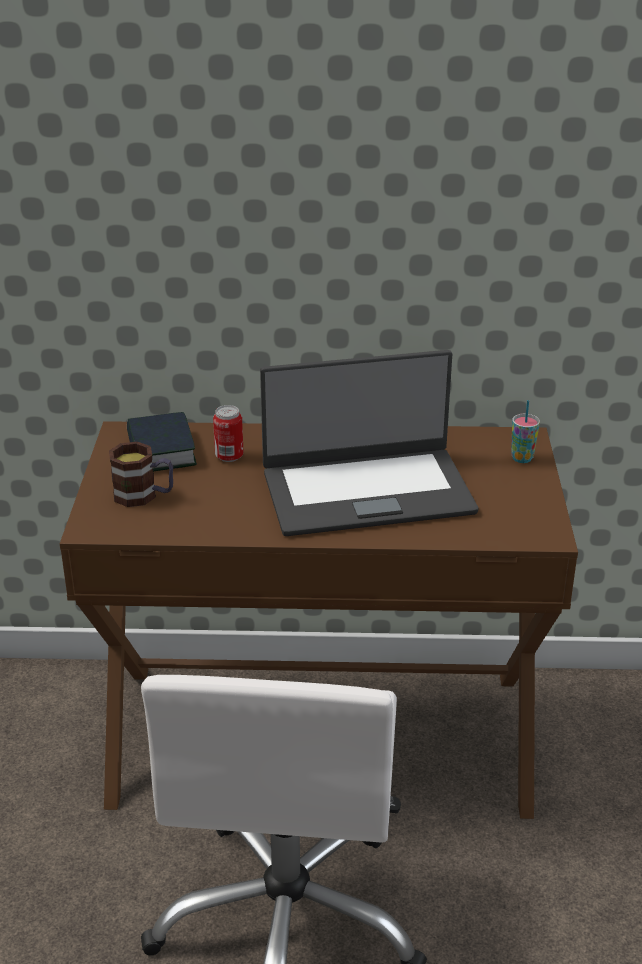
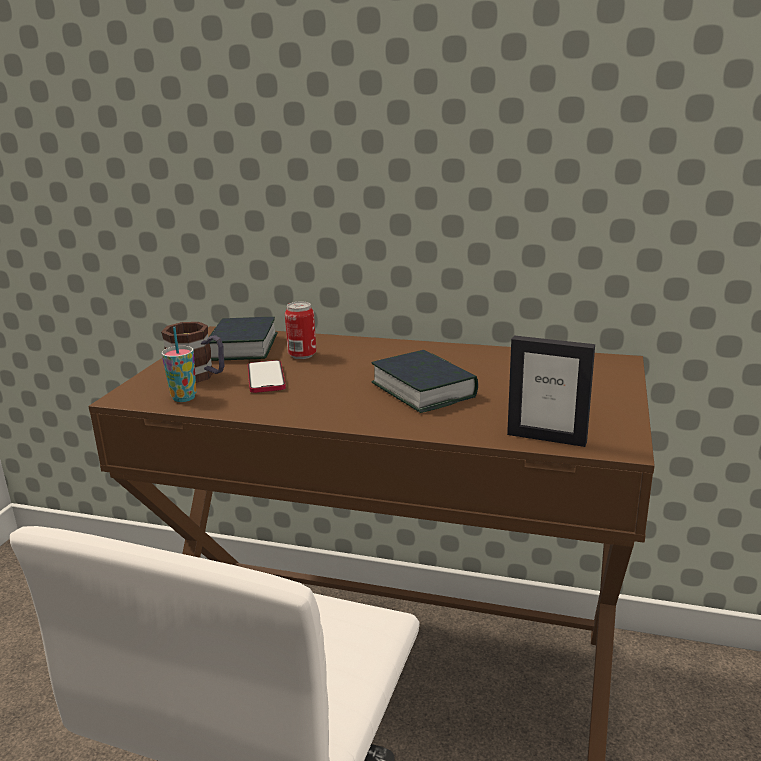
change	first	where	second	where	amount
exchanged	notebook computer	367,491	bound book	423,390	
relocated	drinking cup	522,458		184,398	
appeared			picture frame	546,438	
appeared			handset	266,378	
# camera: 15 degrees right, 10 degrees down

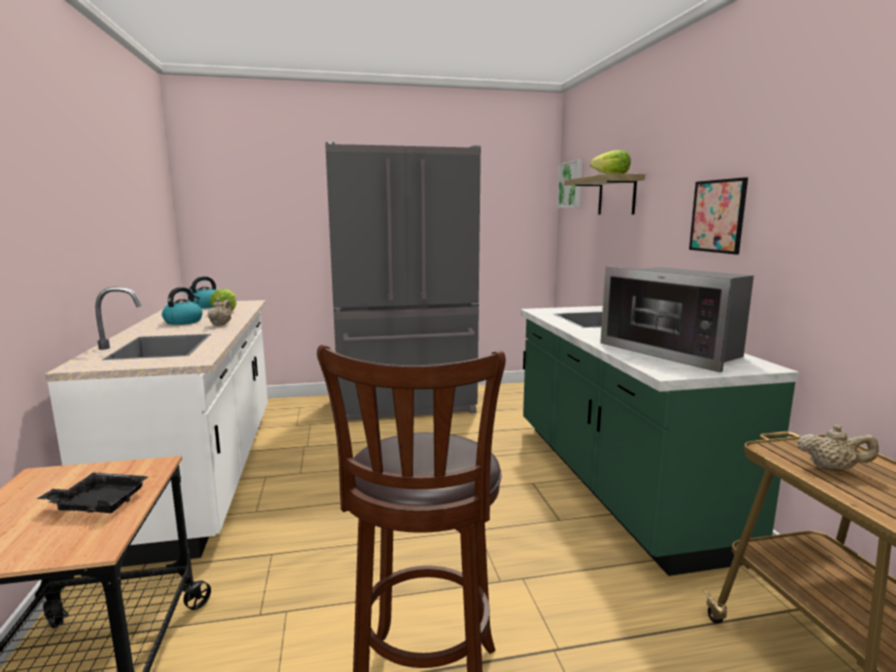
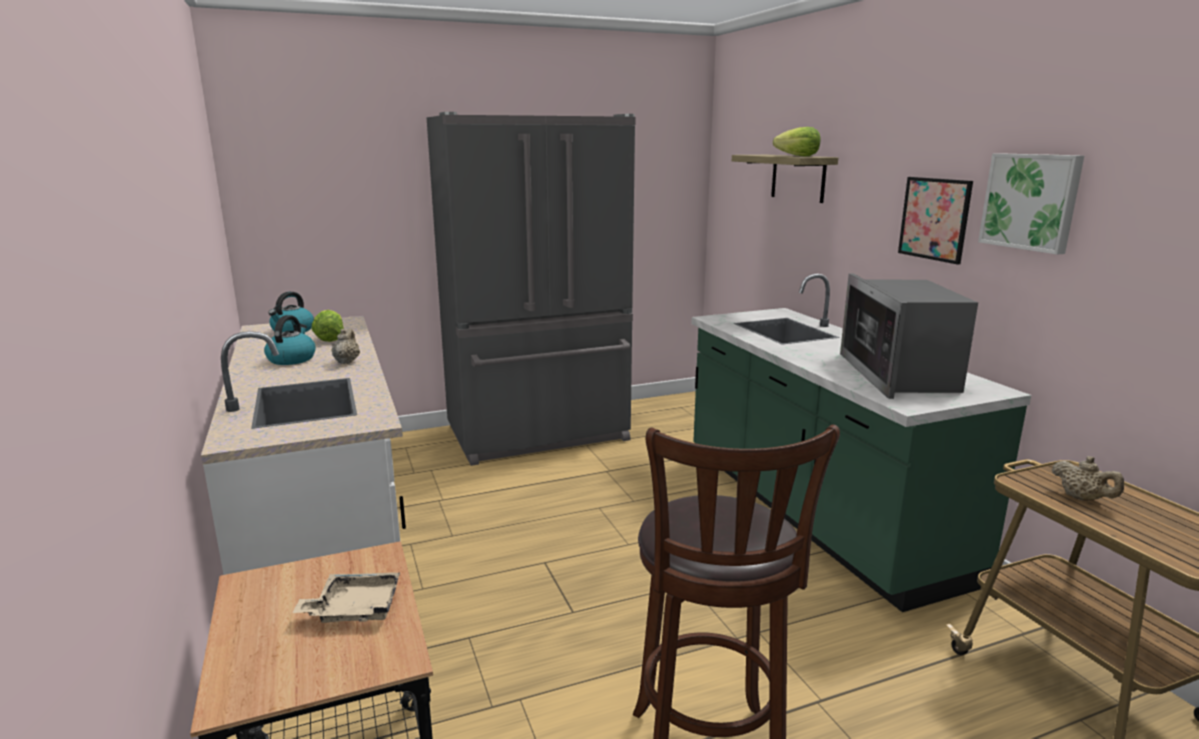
change	first	where	second	where	amount
relocated	wall picture	571,185		1031,201	
spun	kitchen microwave	674,351		898,374	45 degrees clockwise
spun	teapot in sand-coloured	832,469		1082,498	45 degrees clockwise
colour	carrying tray in black-coloured	98,503	carrying tray in sand-coloured	354,609	
# camera: 10 degrees left, 5 degrees up

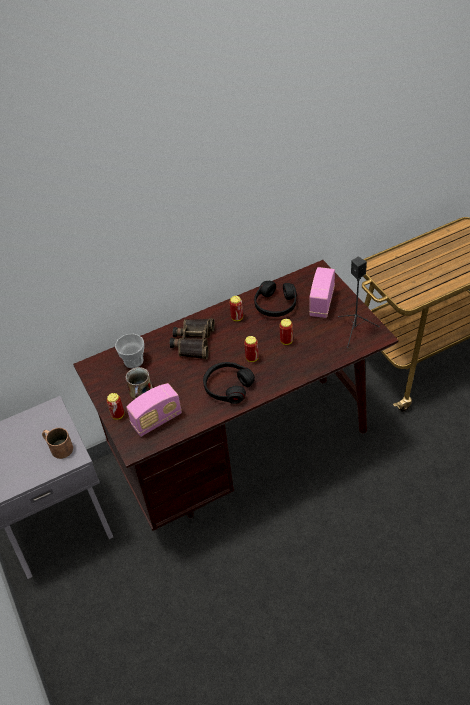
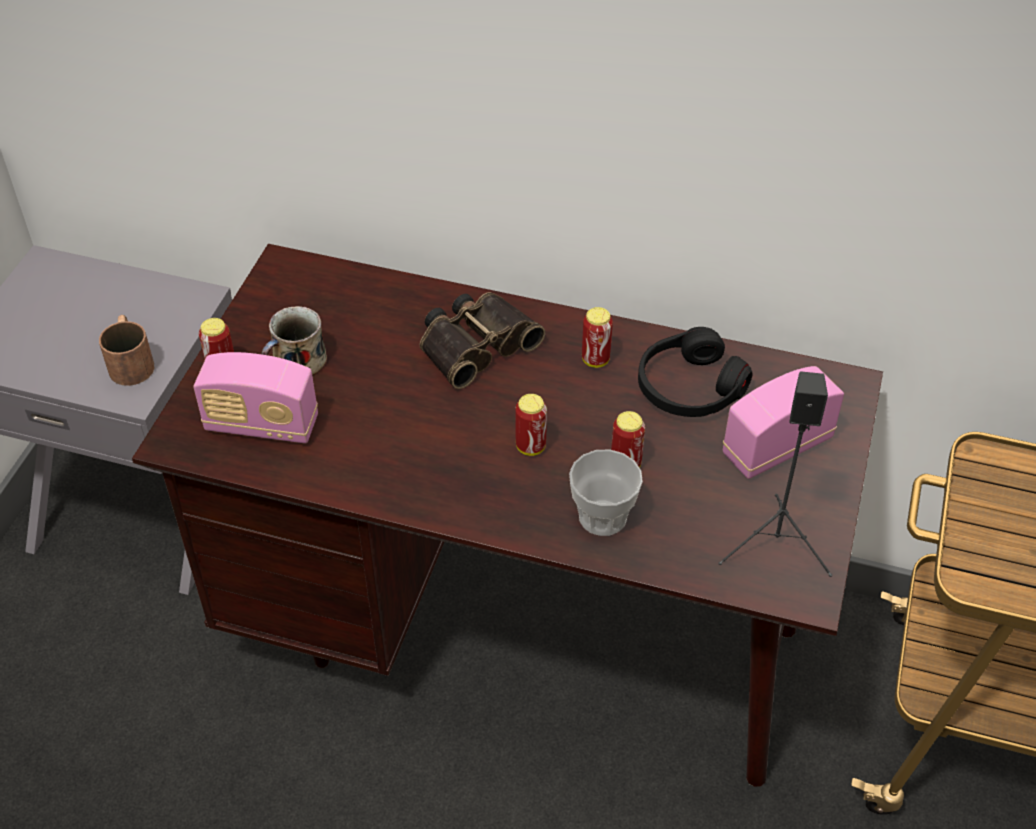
change	first	where	second	where	amount
relocated	drinking cup	133,361		602,516	
missing	headphones in black-coloured	228,387			
# camera: 40 degrees right, 0 degrees up

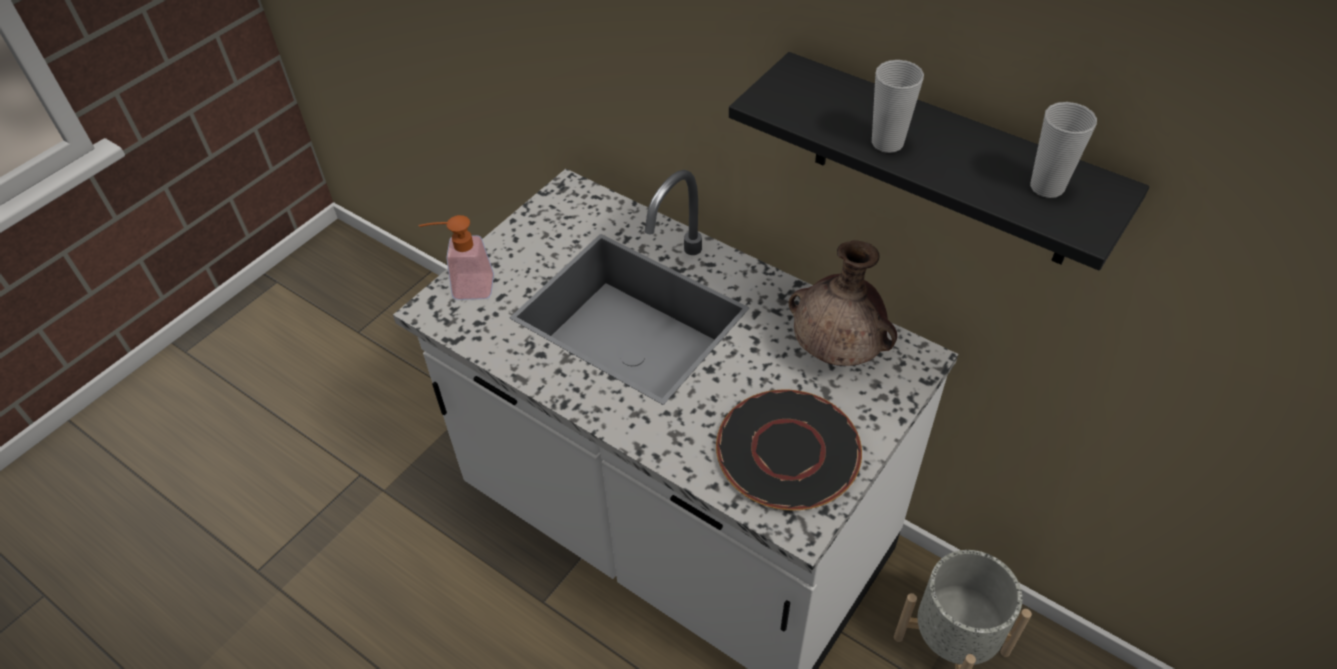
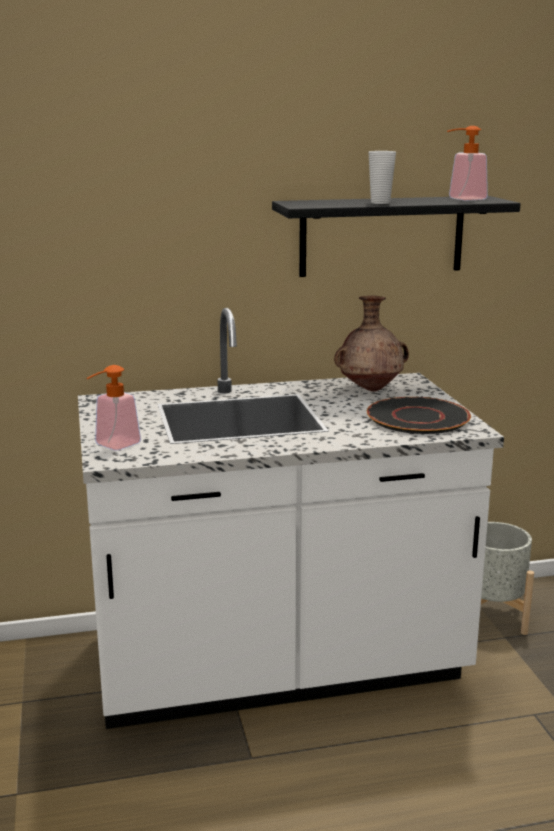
change	first	where	second	where	amount
exchanged	drinking cup	1047,187	liquid soap bottle	462,199	
# camera: 50 degrees left, 30 degrees down

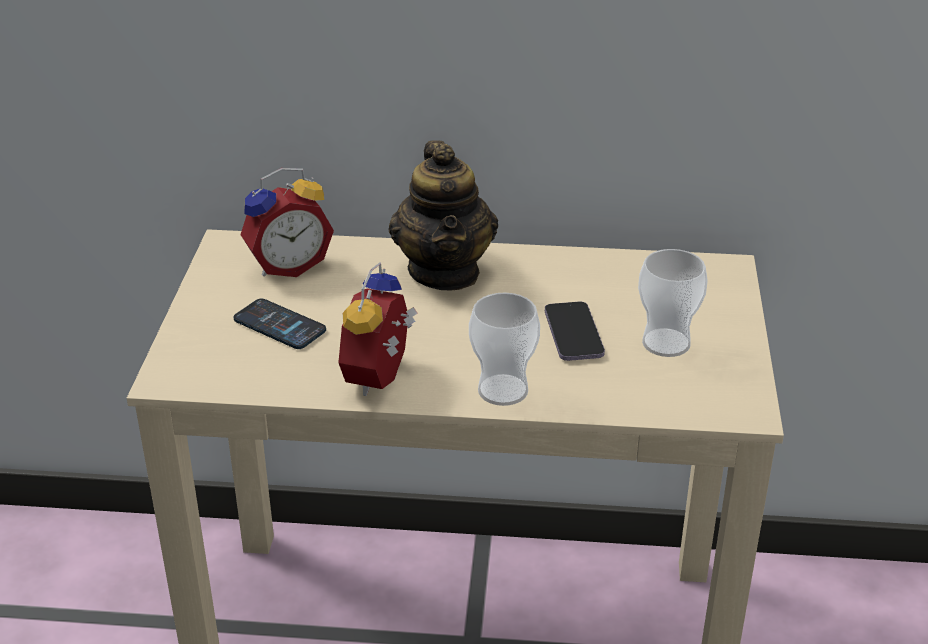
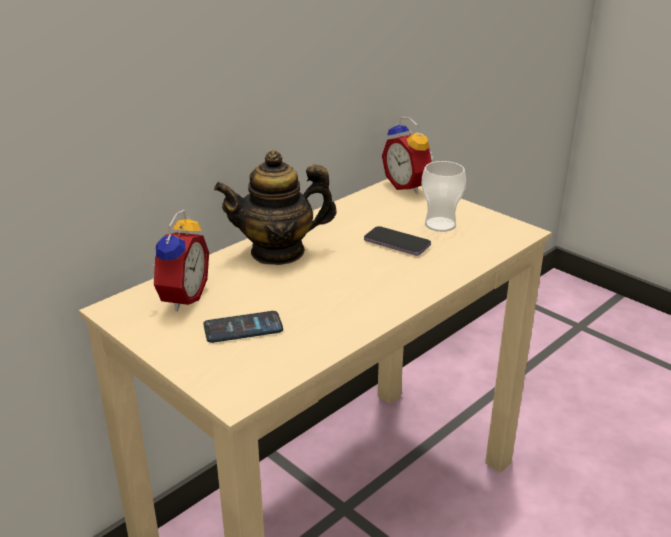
change	first	where	second	where	amount
spun	teapot	445,272		278,252	135 degrees clockwise
relocated	bedside clock	383,378		409,186	
missing	drinking cup	503,390			
# camera: 50 degrees left, 5 degrees down

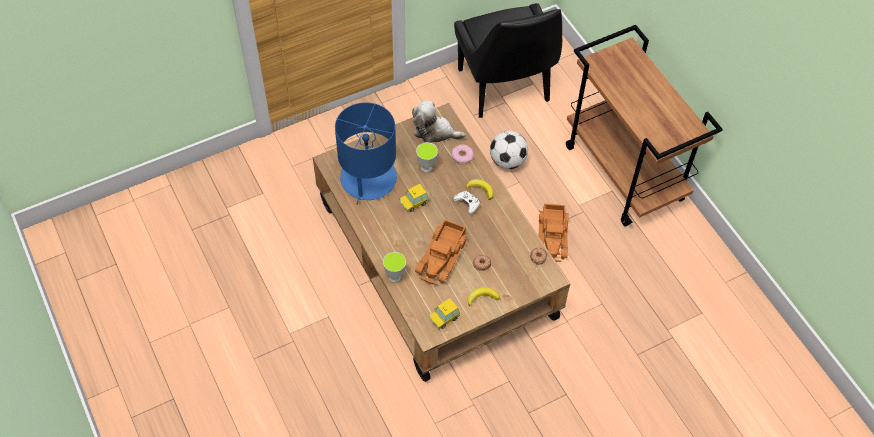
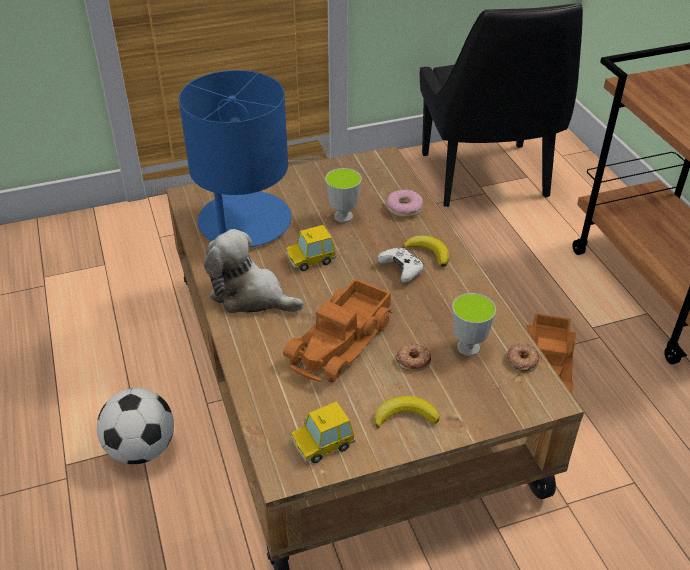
change	first	where	second	where	amount
relocated	cuddly toy	435,131		250,295	
relocated	ball for football	507,161		141,449	
relocated	drinking cup	395,277		468,347	
# camera: 10 degrees right, 15 degrees down

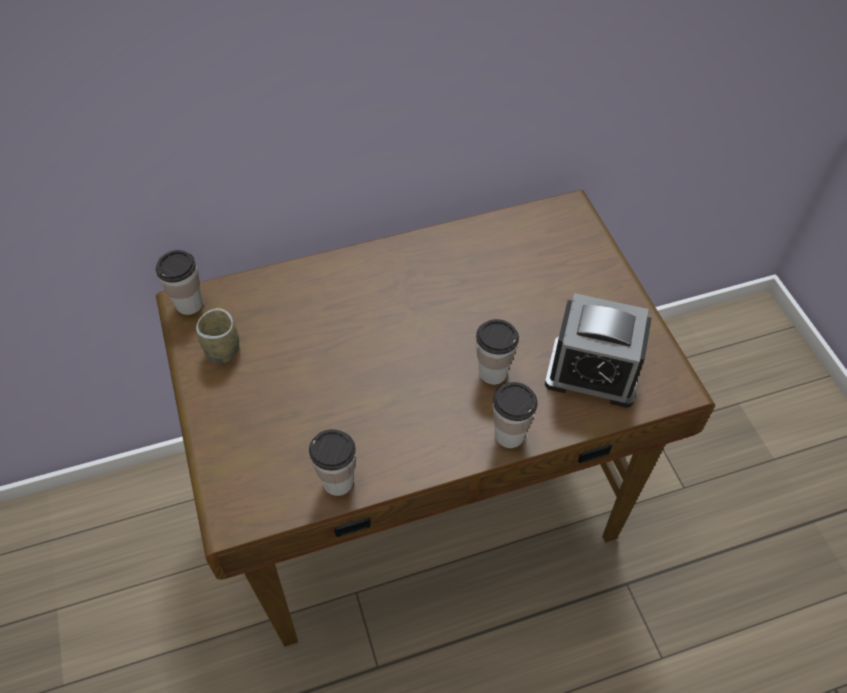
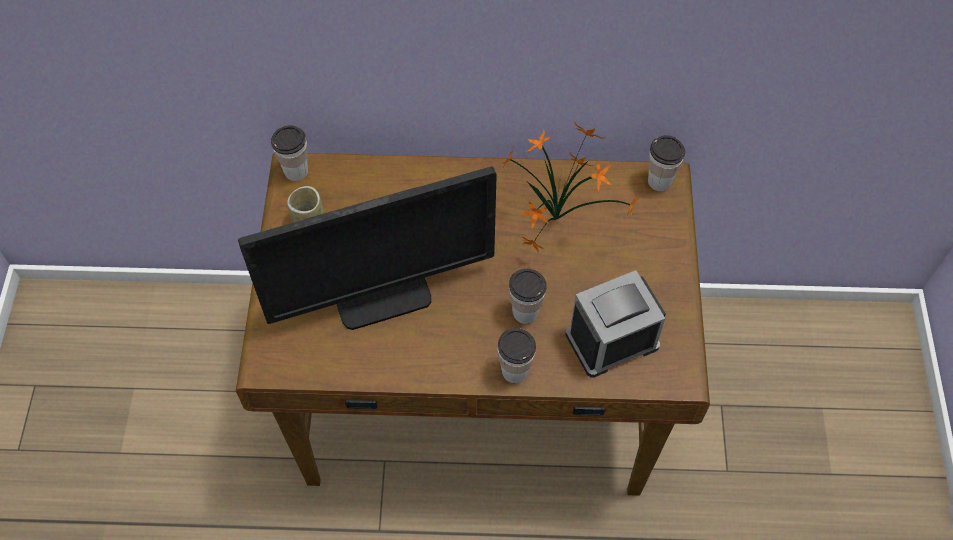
change	first	where	second	where	amount
spun	bedside clock	592,373		612,340	120 degrees clockwise
relocated	drinking cup	338,481		659,181	
appeared			plant in a pot	558,218	
appeared			computer display	381,293	
# camera: 20 degrees right, 5 degrees up

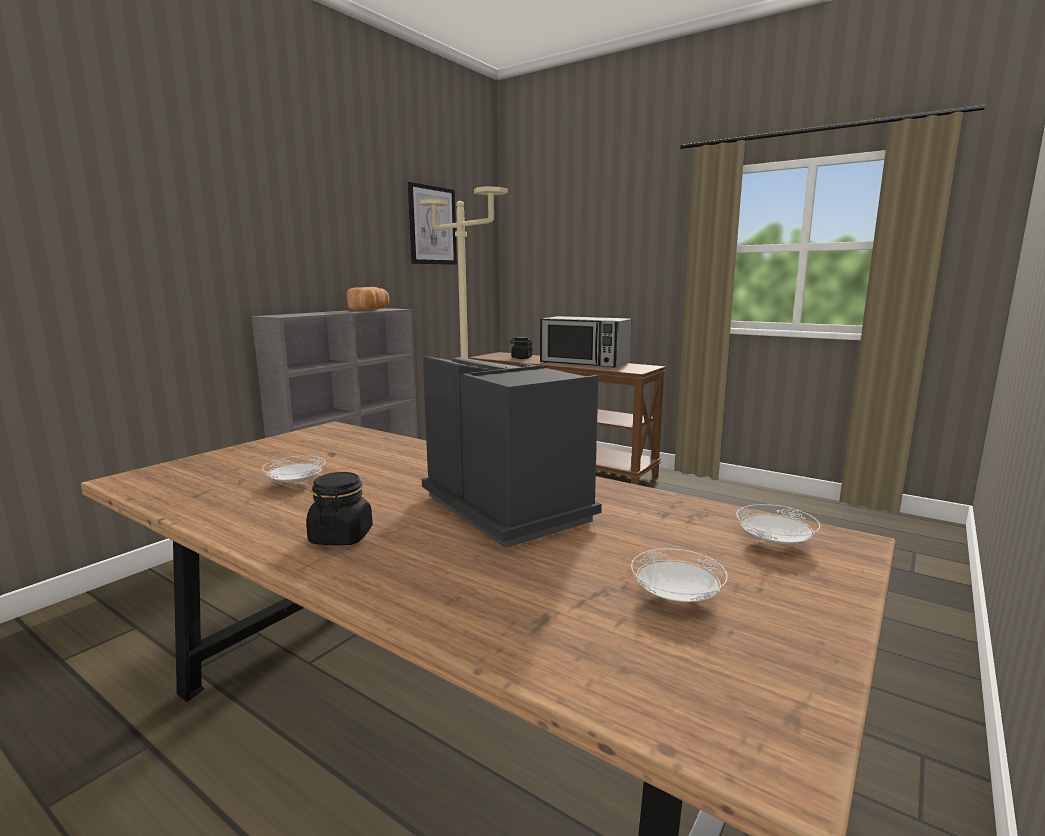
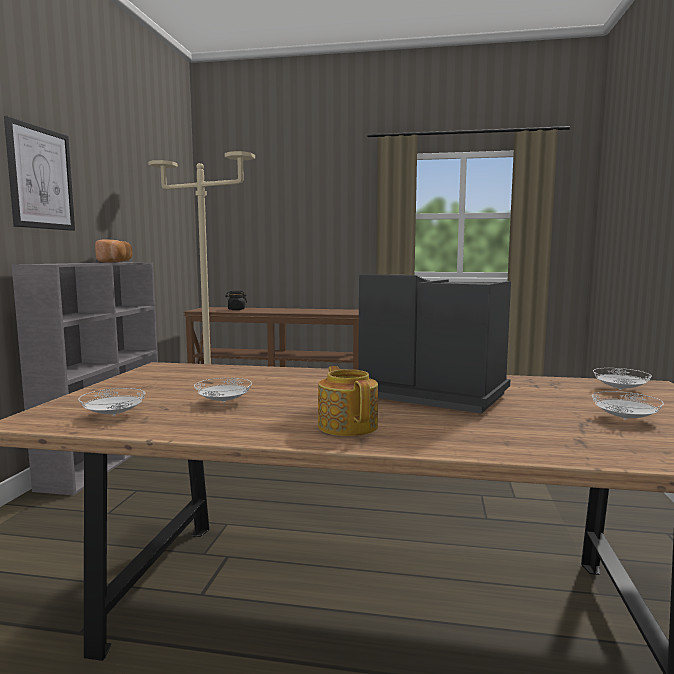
change	first	where	second	where	amount
relocated	wall picture	432,225		40,178	
missing	kitchen microwave	584,363			
exchanged	storage jar in black-coloured	341,536	teapot	348,426	
appeared			plate in whitish	114,416	
# camera: 25 degrees left, 5 degrees down

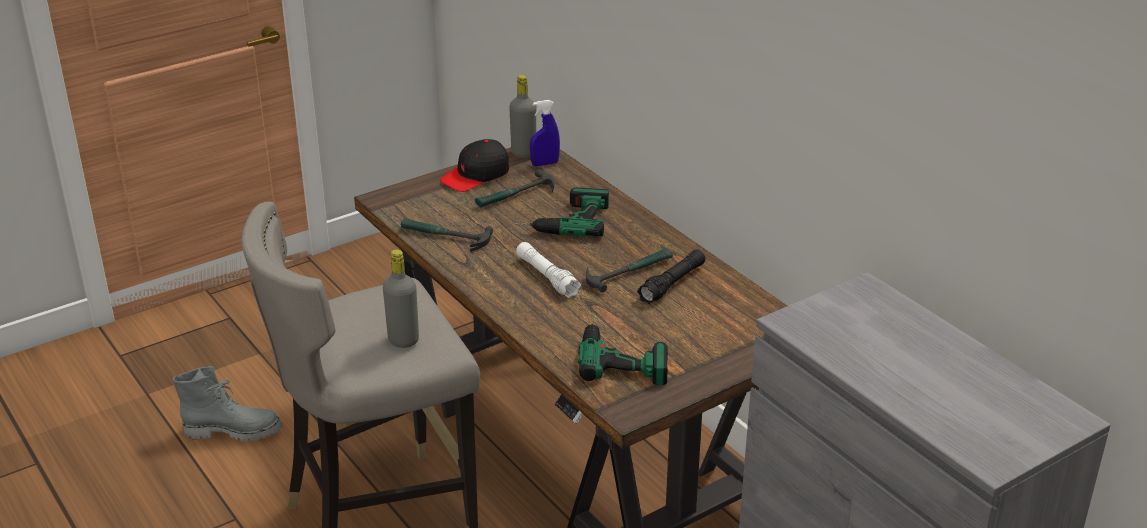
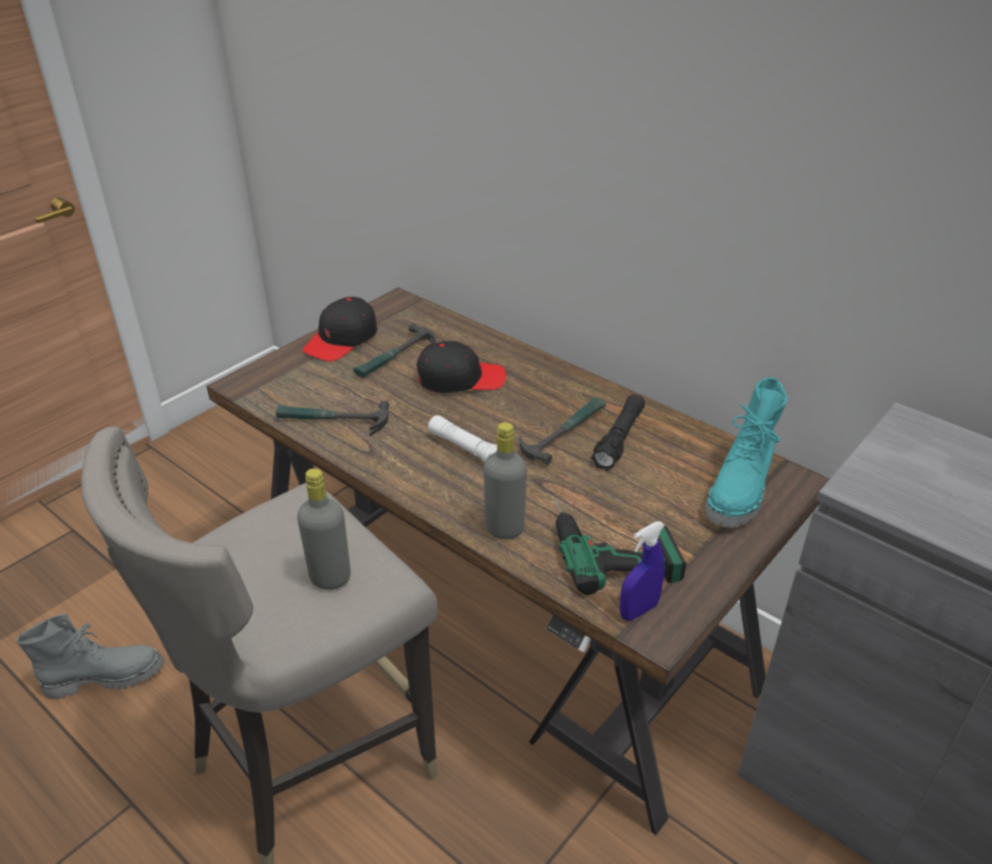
change	first	where	second	where	amount
relocated	beverage bottle in greyish	523,153		504,528	
relocated	hand sprayer in bluish	545,164		638,610	
exchanged	power drill	563,219	baseball cap in black-coloured	460,378	
appeared			boot in turquoise-coloured	741,492	
# camera: 15 degrees left, 5 degrees up

